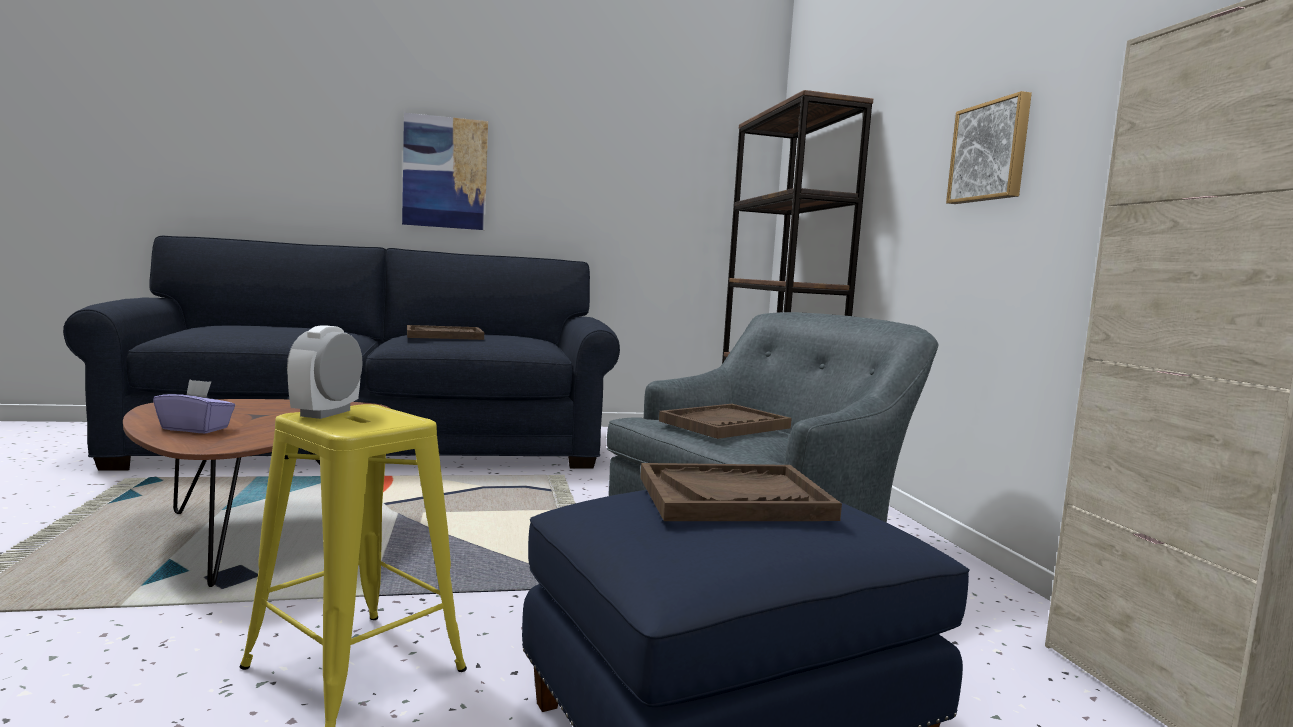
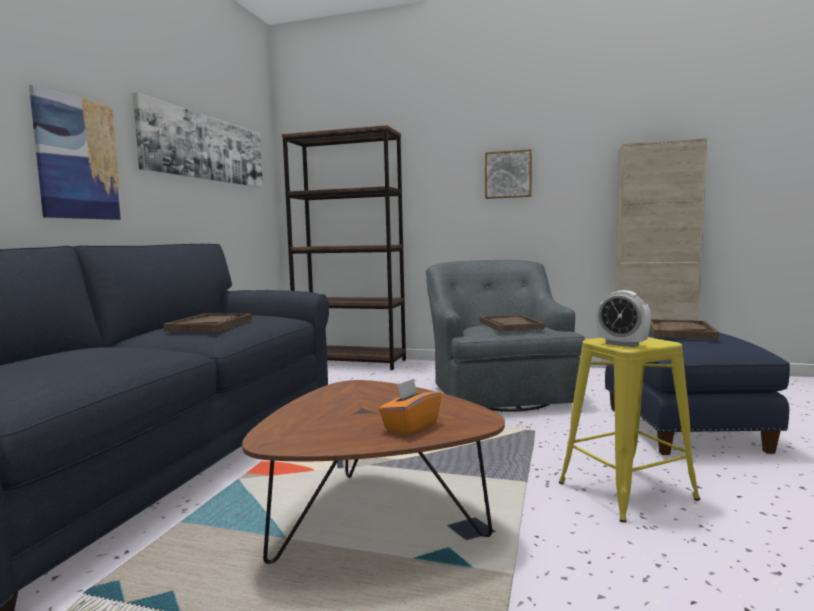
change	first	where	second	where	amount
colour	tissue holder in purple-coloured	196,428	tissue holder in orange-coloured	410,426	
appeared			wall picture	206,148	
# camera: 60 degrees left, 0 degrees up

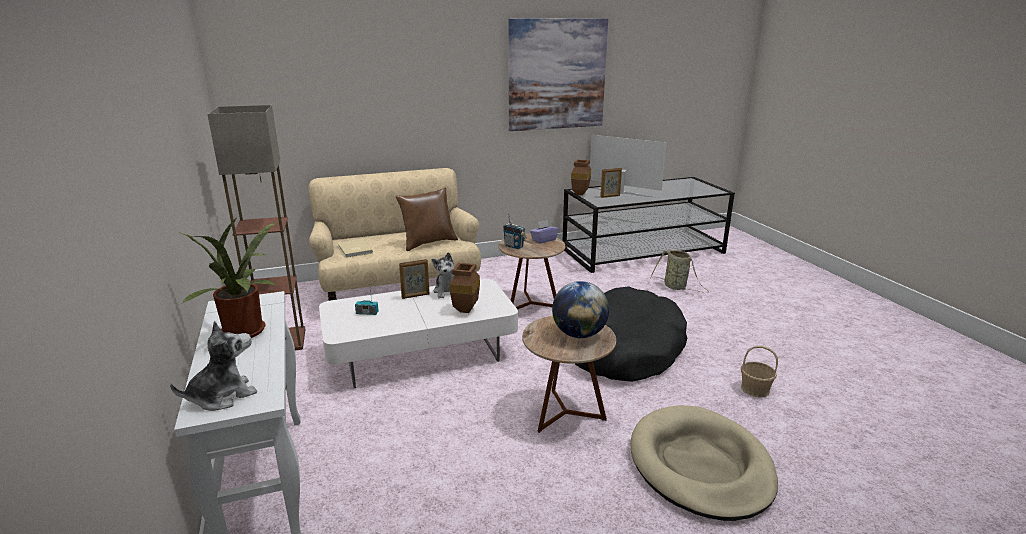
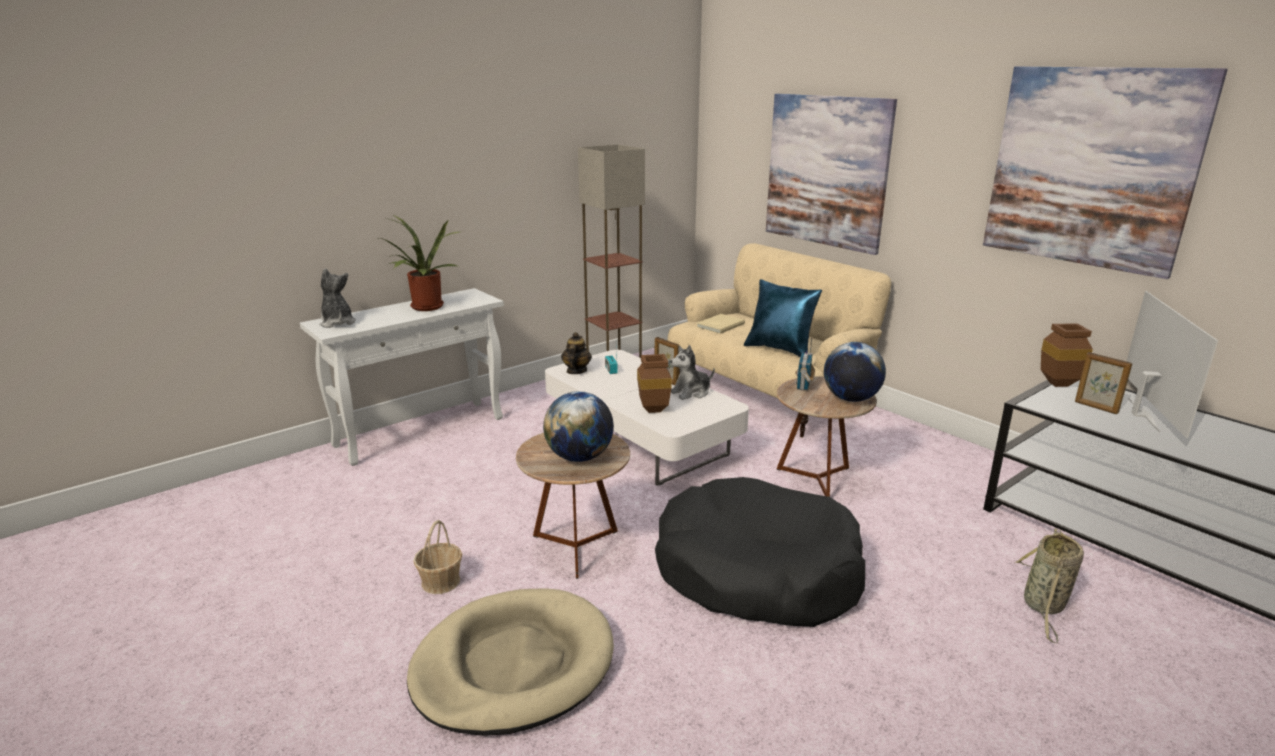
change	first	where	second	where	amount
colour	cushion in brown-coloured	428,243	cushion in bluish	780,350	
exchanged	tissue holder in purple-coloured	543,240	globe	851,399	
spun	cuddly toy	222,396		337,323	150 degrees counterclockwise
relocated	storage basket	755,389		441,581	
appeared			wall picture	826,171	
appeared			teapot	576,371	
# camera: 70 degrees right, 0 degrees up

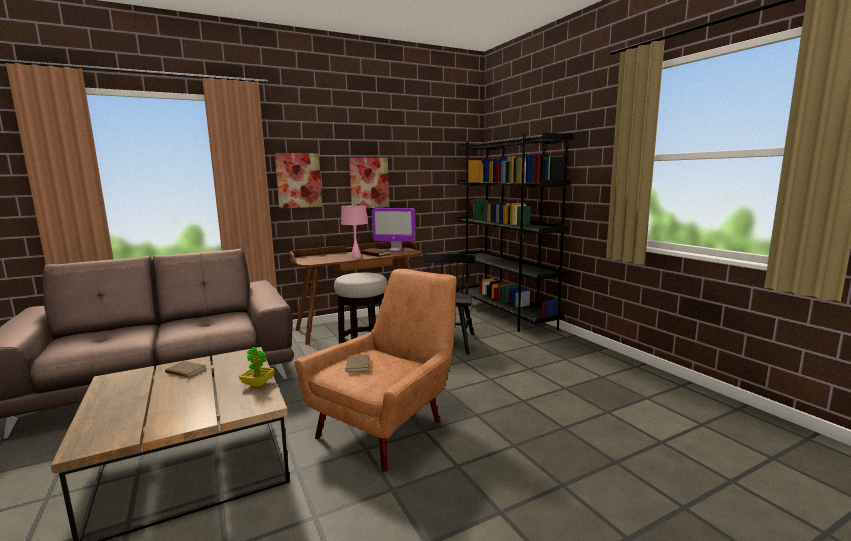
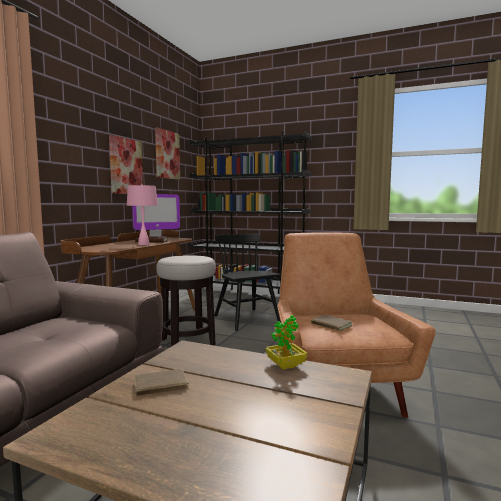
change	first	where	second	where	amount
relocated	wall picture	298,180		167,155	
# camera: 40 degrees left, 5 degrees down

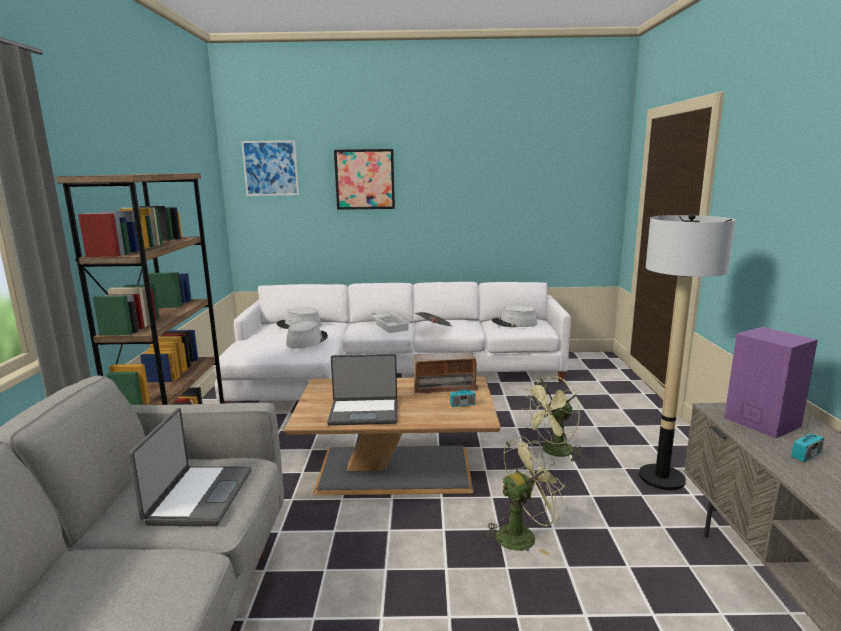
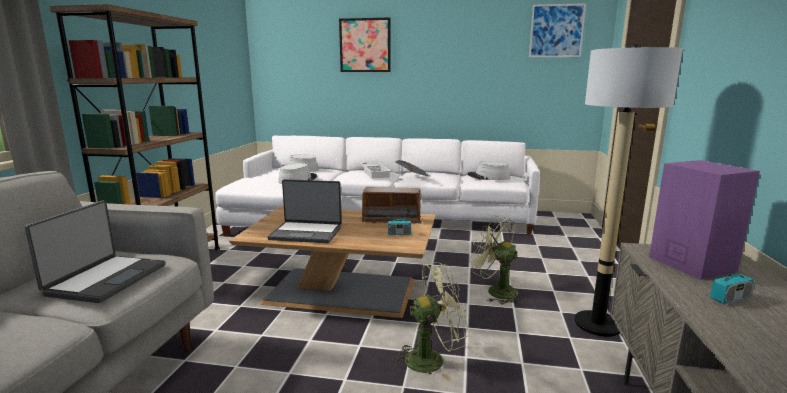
change	first	where	second	where	amount
relocated	wall picture	270,168		556,31	
spun	cooling fan in green	553,452		495,291	60 degrees clockwise
# camera: 10 degrees right, 0 degrees up

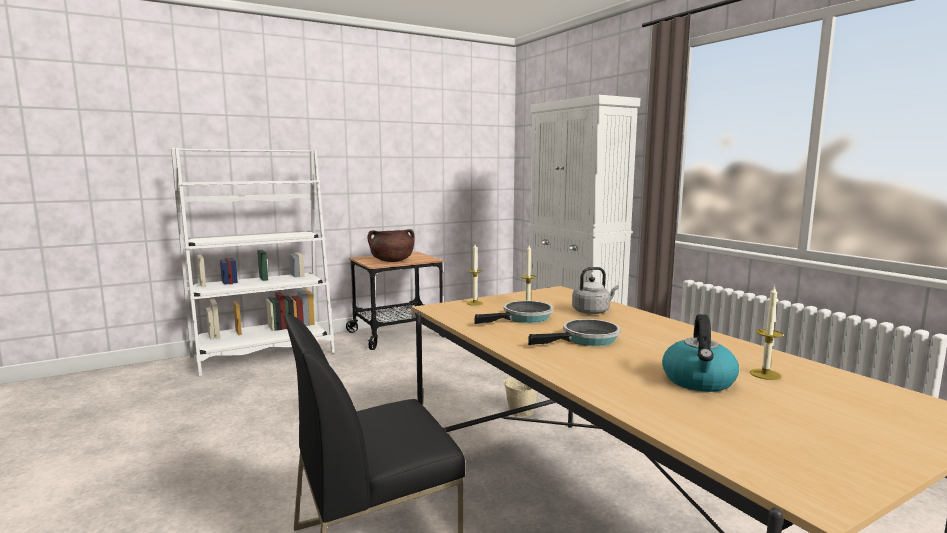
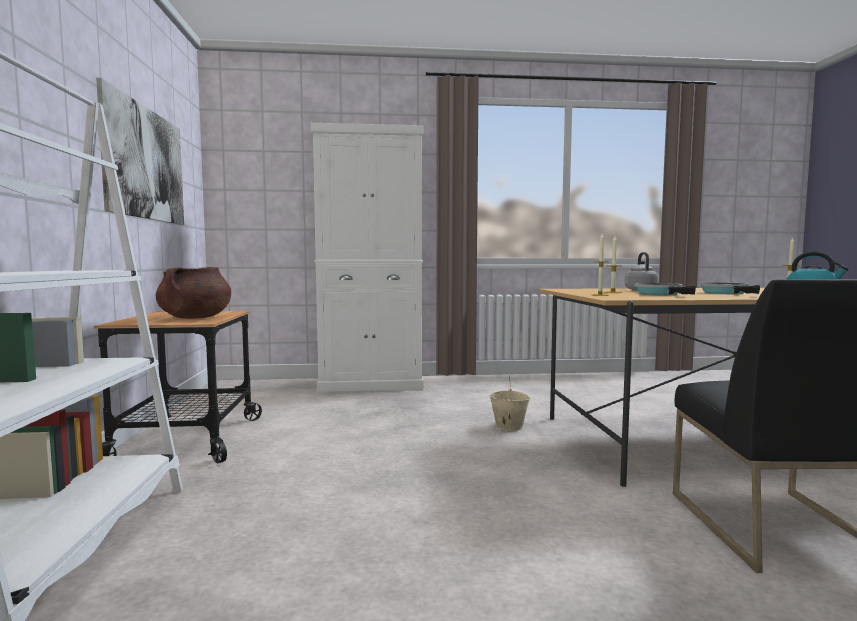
change	first	where	second	where	amount
appeared			wall picture	145,163	
# camera: 65 degrees left, 5 degrees down

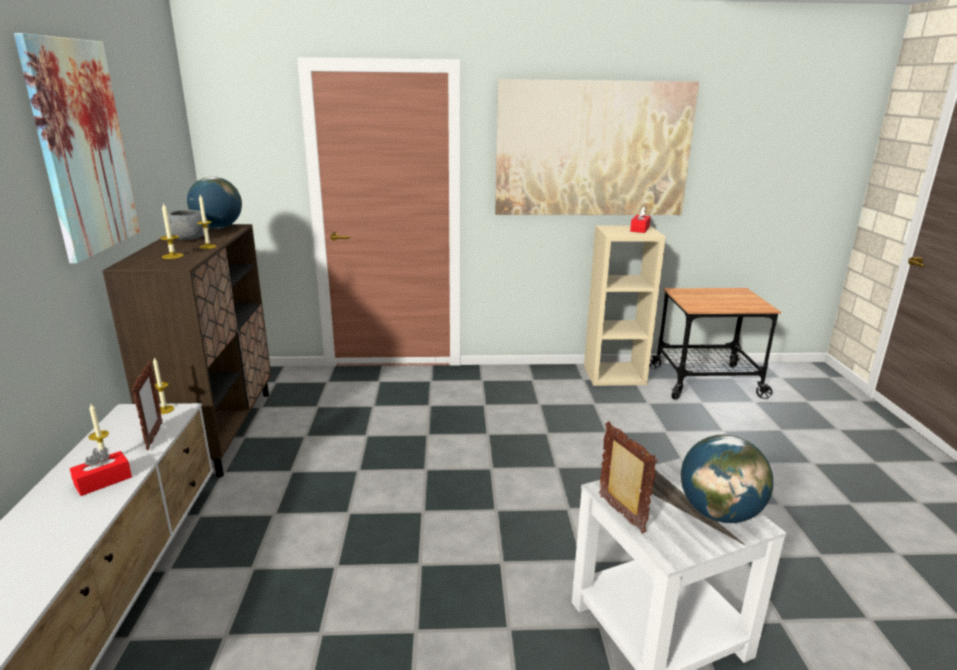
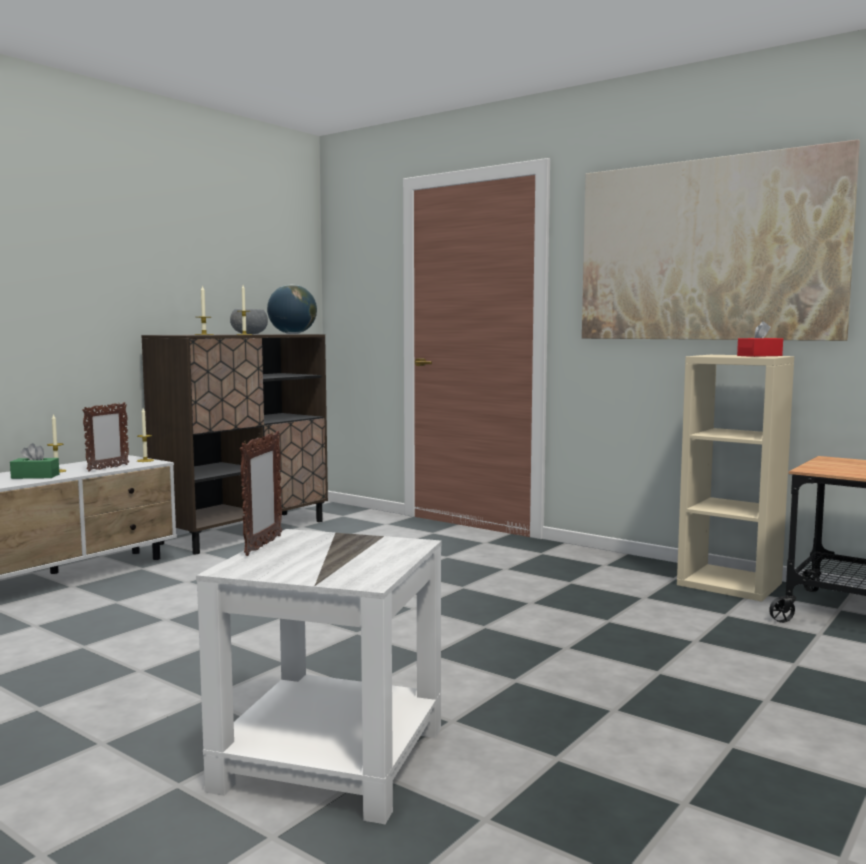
change	first	where	second	where	amount
missing	wall picture	82,148			
missing	globe	718,513			
colour	tissue holder in reddish	103,481	tissue holder in green	35,476	
# camera: 40 degrees right, 15 degrees down

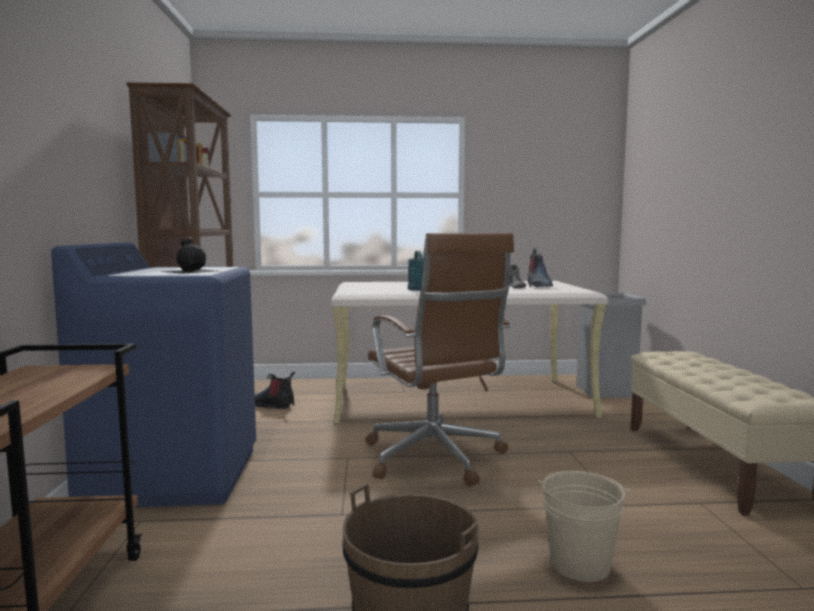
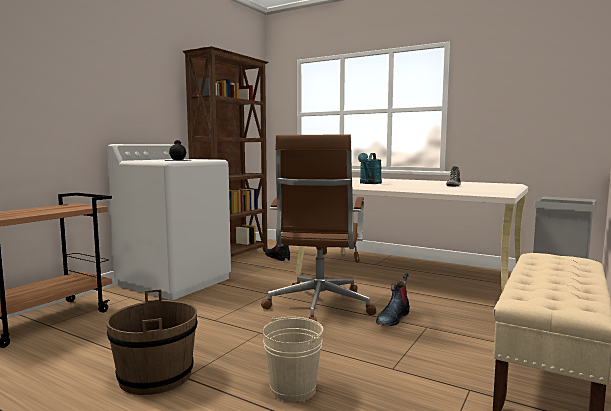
change	first	where	second	where	amount
colour	laundry appliance in bluish	175,475	laundry appliance in whitish	175,281	
relocated	boot	538,286		393,318	
# camera: 35 degrees right, 0 degrees up

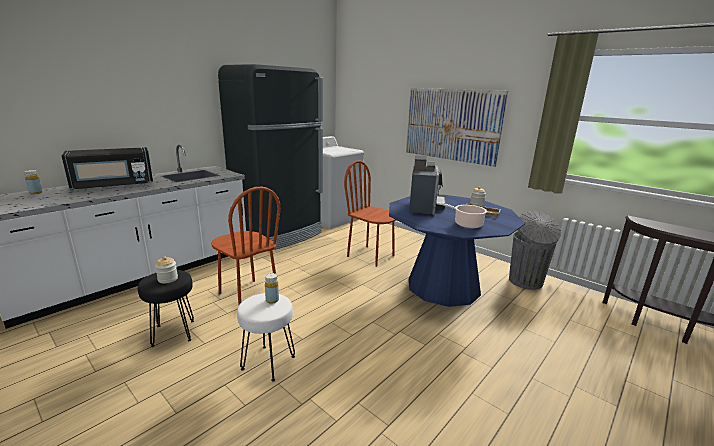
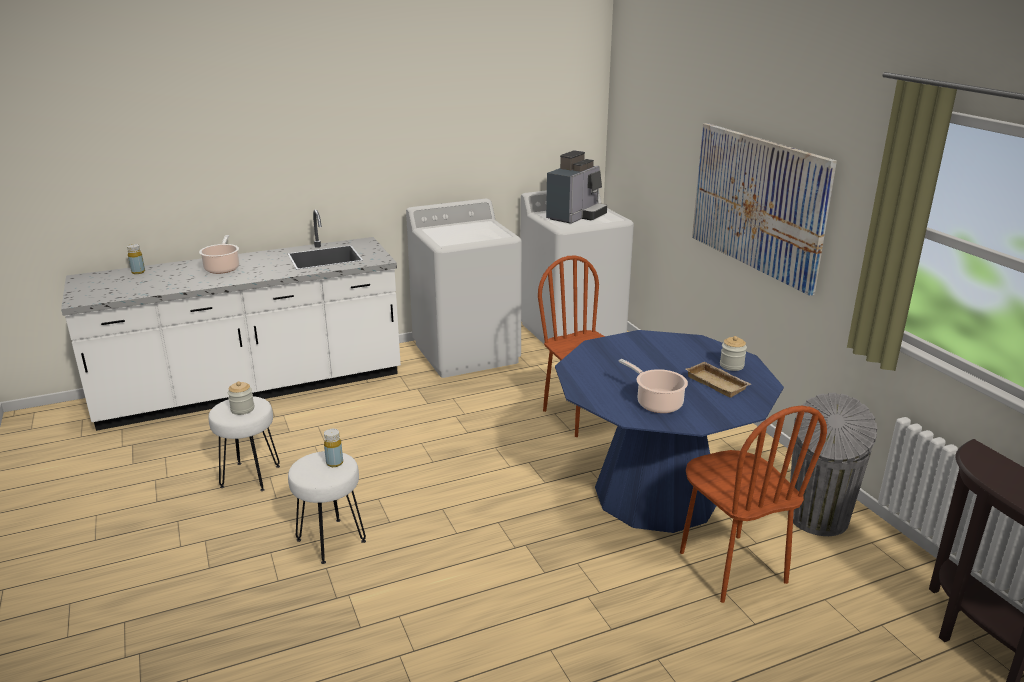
change	first	where	second	where	amount
exchanged	fridge in black-coloured	279,235	laundry appliance in whitish	466,353	
exchanged	kitchen microwave in black-coloured	113,185	stockpot	222,268	
relocated	coffee machine	425,208		576,216	
relocated	chair in brown-coloured	248,295		731,567	
colour	sitting stool in black-coloured	173,333	sitting stool in whitish	250,476	
# camera: 25 degrees right, 5 degrees up

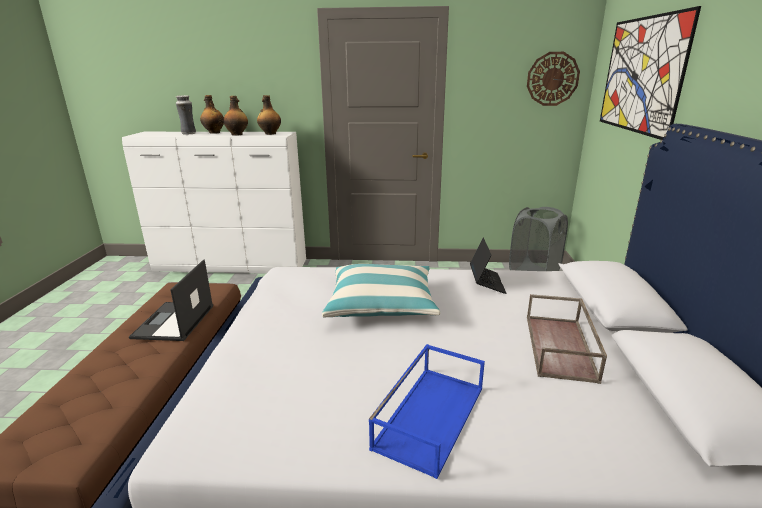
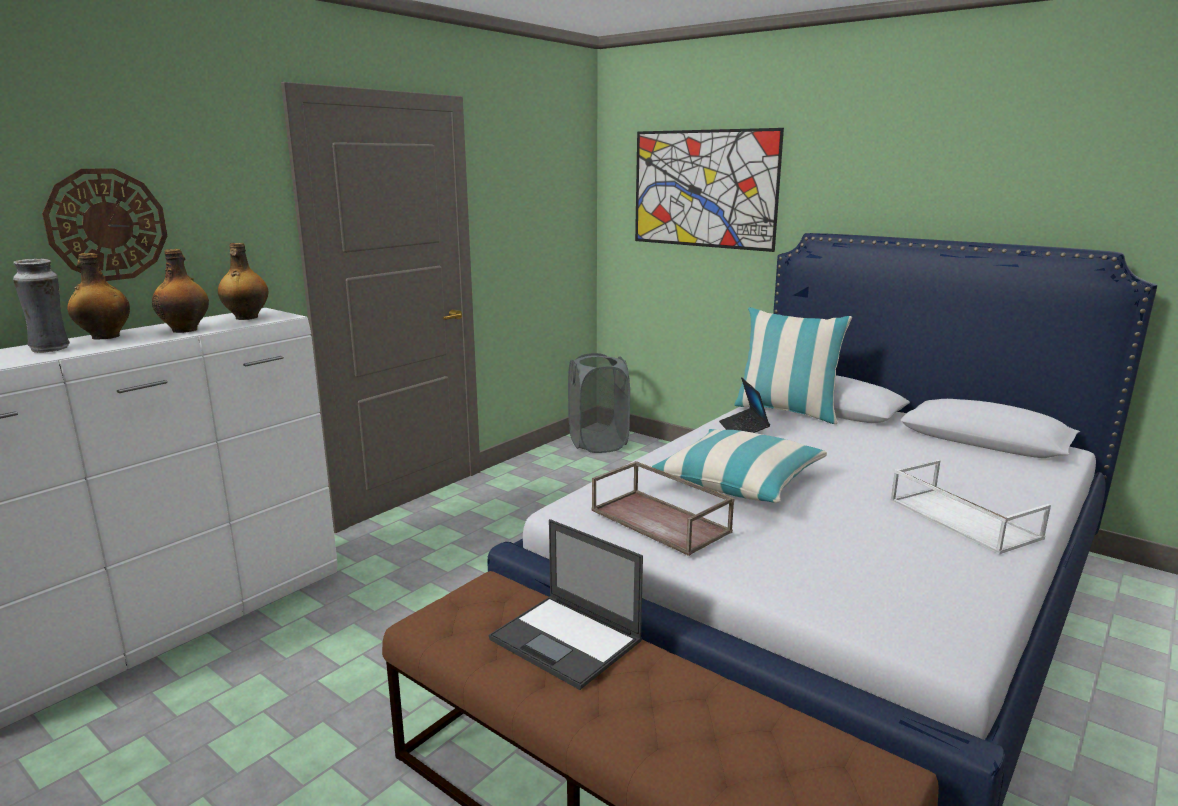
change	first	where	second	where	amount
relocated	wall clock	552,79		107,225	
spun	notebook computer	486,282		743,430	135 degrees counterclockwise
relocated	carrying tray in brown-coloured	561,347		662,521	
colour	carrying tray in bluish	429,415	carrying tray in whitish	960,519	
appeared			cushion	786,411	
# camera: 55 degrees left, 5 degrees down

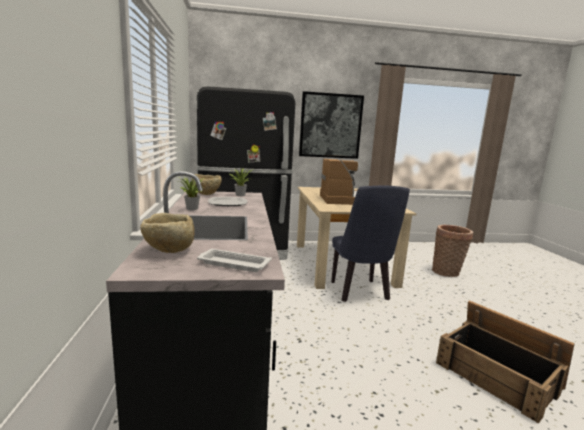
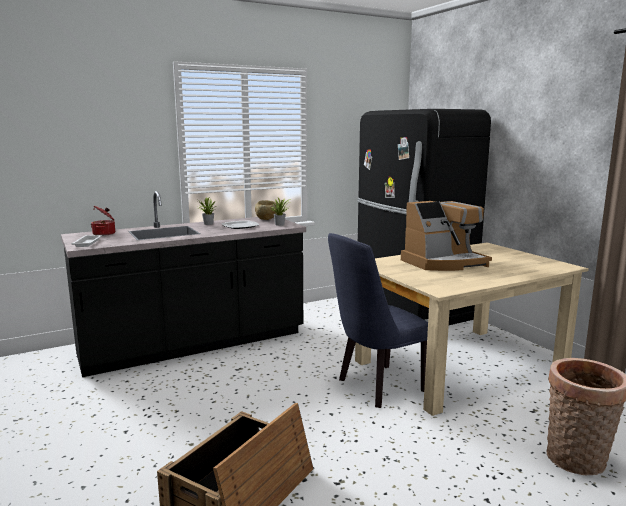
change	first	where	second	where	amount
missing	wall picture	330,126			
exchanged	deep dish in sand-coloured	169,251	stockpot	105,233	
# camera: 70 degrees right, 0 degrees up

